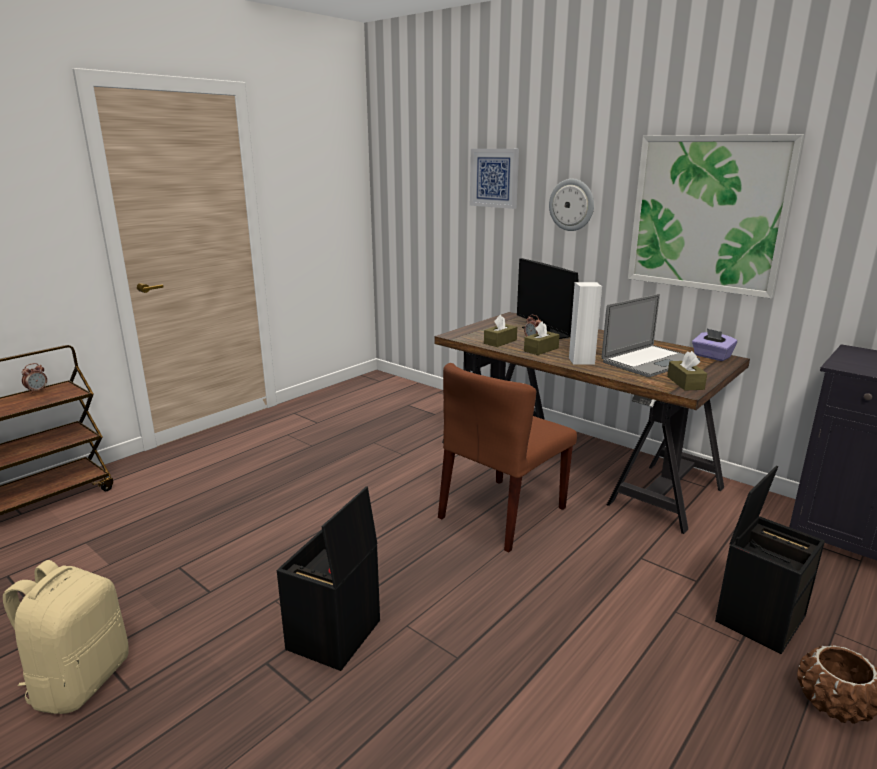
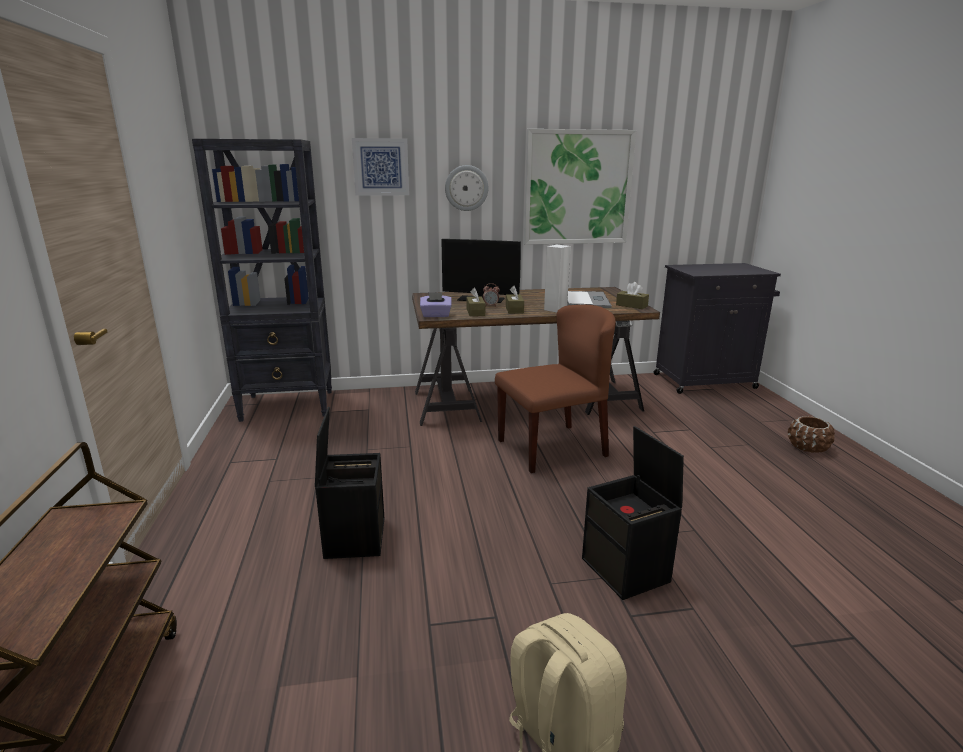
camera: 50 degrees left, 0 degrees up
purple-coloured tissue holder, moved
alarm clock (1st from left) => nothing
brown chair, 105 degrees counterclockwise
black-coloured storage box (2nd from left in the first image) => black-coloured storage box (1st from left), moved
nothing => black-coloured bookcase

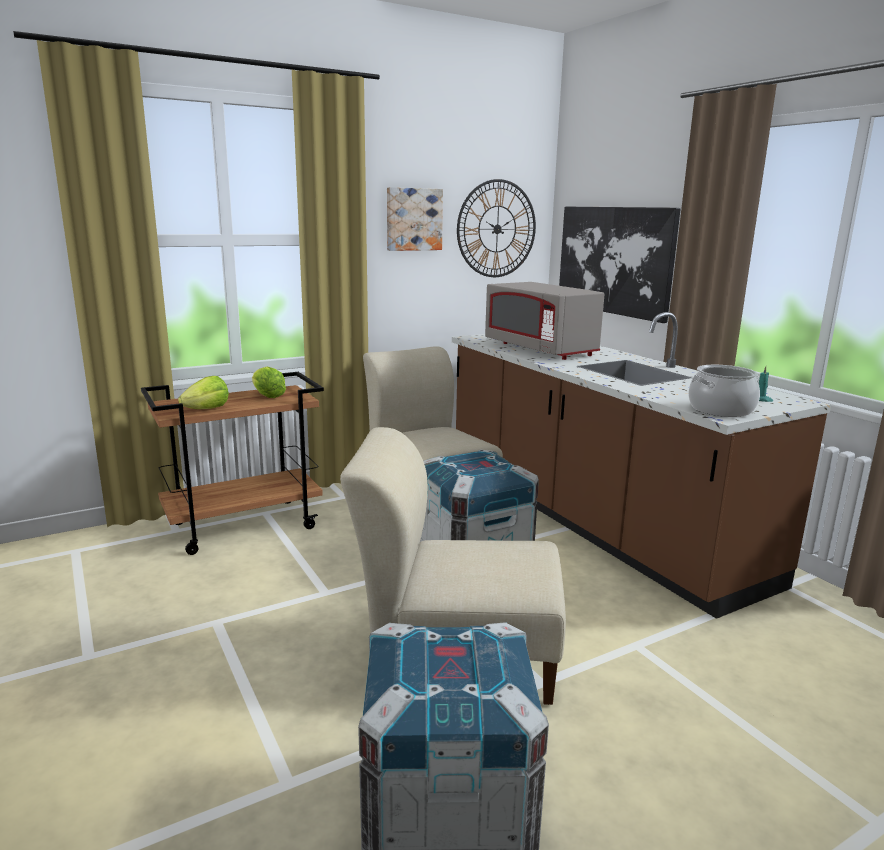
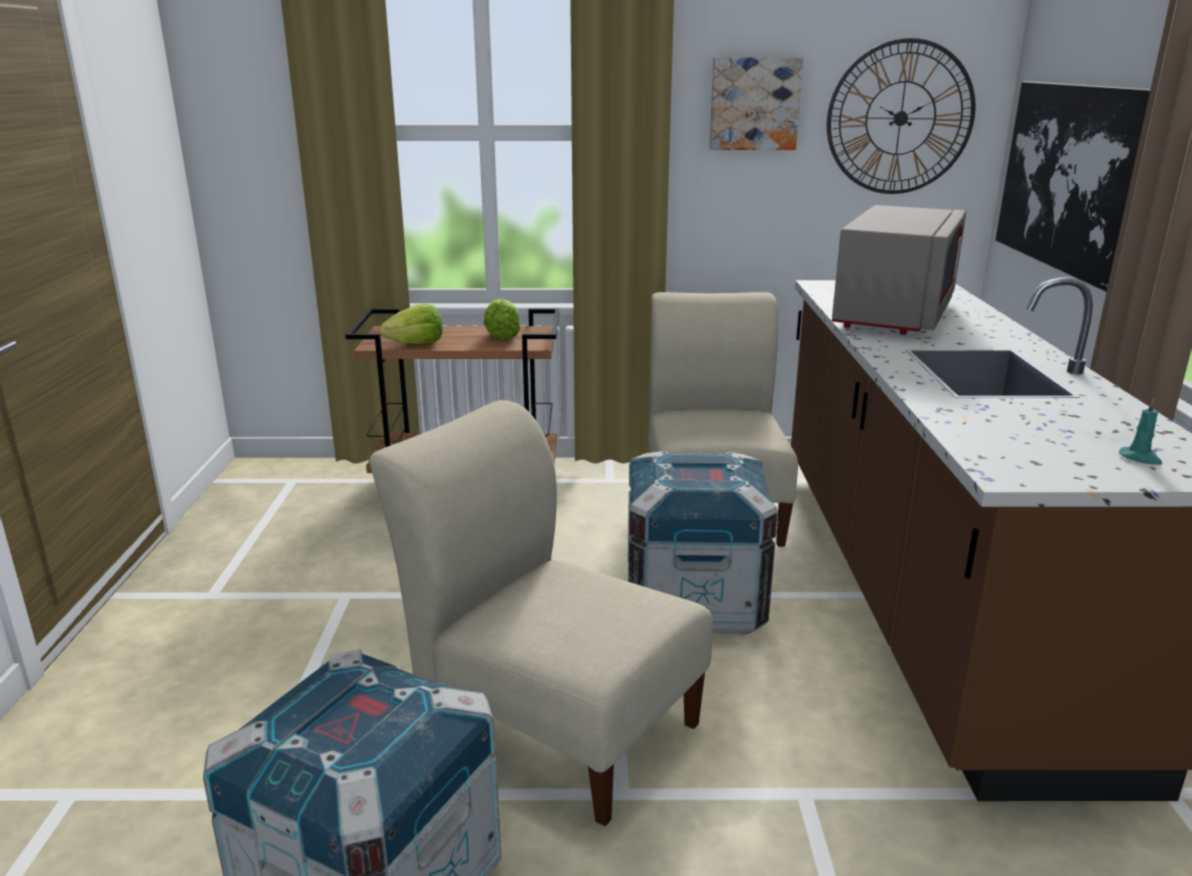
camera: 30 degrees right, 5 degrees up
grey microwave, 150 degrees counterclockwise
saucepot => nothing

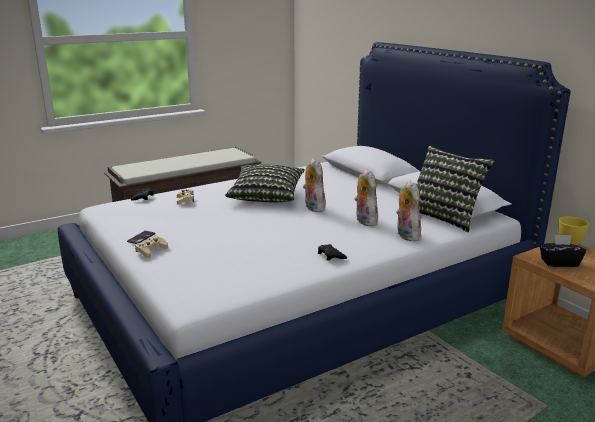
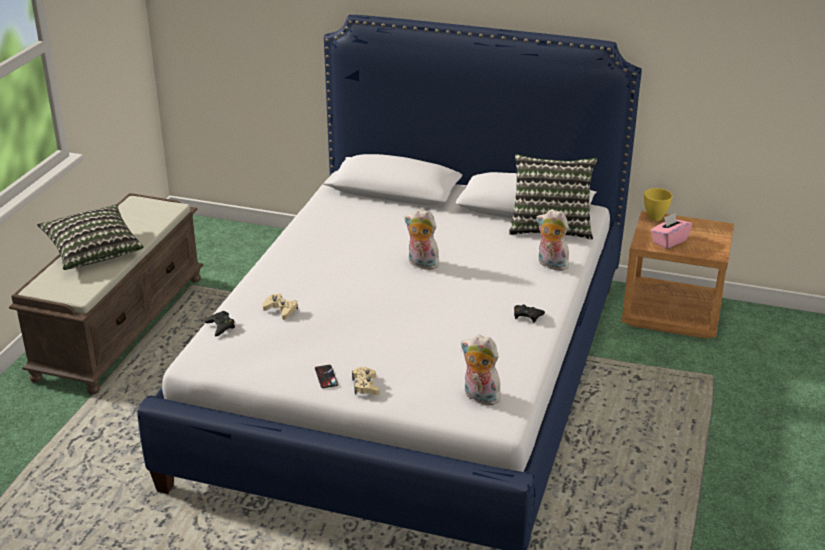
camera: 40 degrees left, 10 degrees up
pillow (1st from left), moved
soft toy (2nd from left), moved
black-coloured tissue holder => pinkish tissue holder

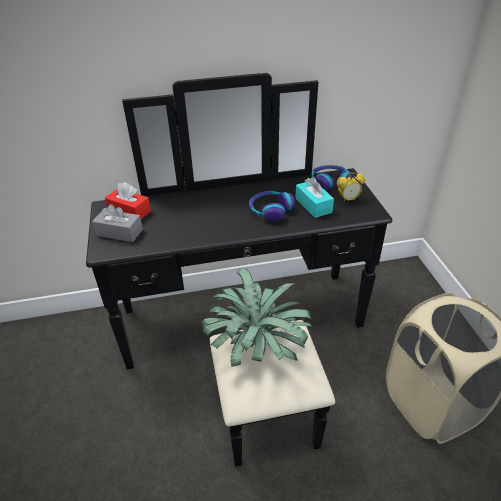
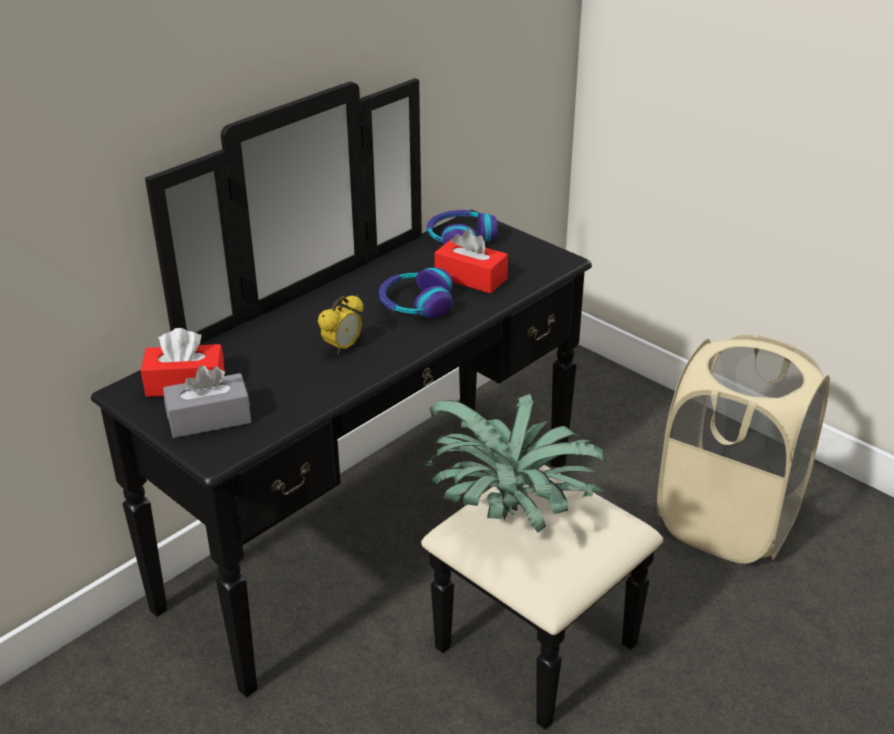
camera: 35 degrees left, 5 degrees down
alarm clock, moved
turquoise tissue holder => reddish tissue holder (2nd from left)

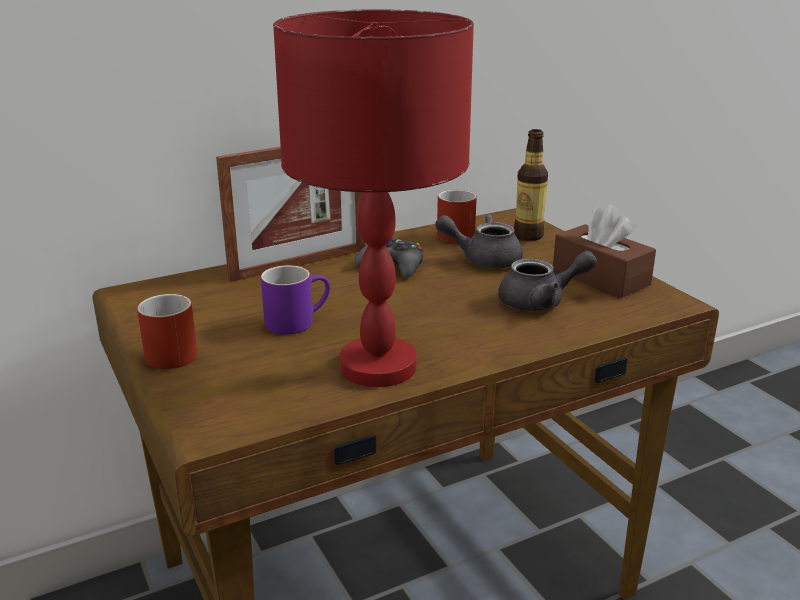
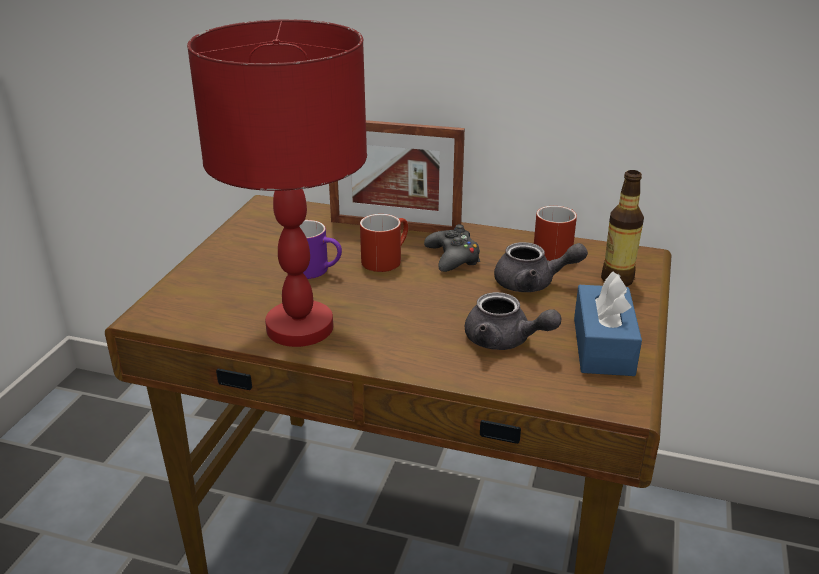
camera: 45 degrees right, 5 degrees up
brown tissue holder => blue-coloured tissue holder
grey teapot (1st from left in the first image) => grey teapot (2nd from left), 135 degrees clockwise
reddish coffee mug (1st from left), moved

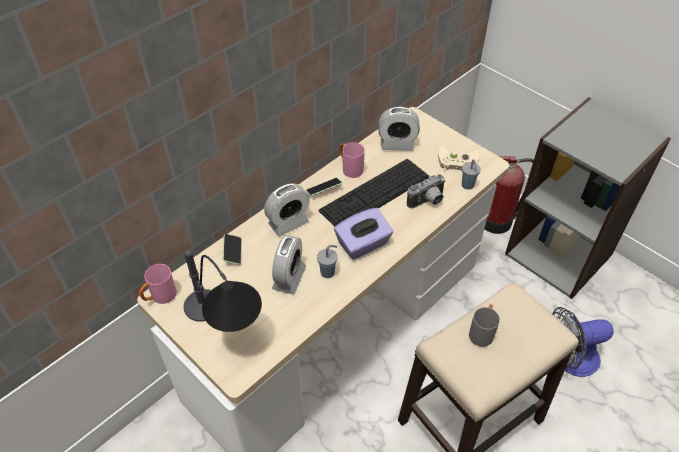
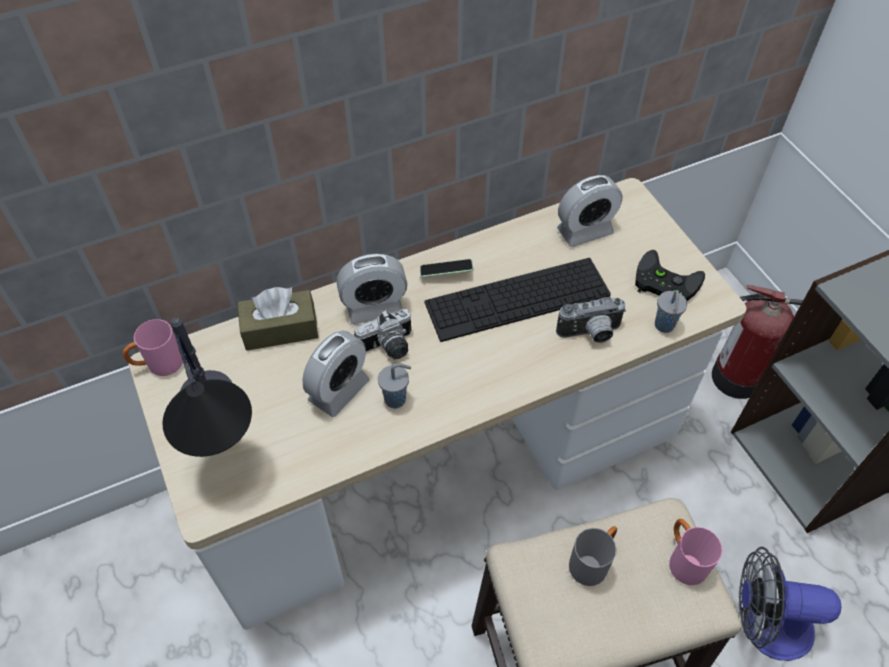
camera: 20 degrees right, 5 degrees up
alarm clock (3rd from left), 45 degrees counterclockwise
pinkish coffee mug (2nd from left), moved
sand-coloured gamepad => black-coloured gamepad
purple-coloured tissue holder => nothing
handset (1st from left) => brown tissue holder
nothing => still camera (1st from left)

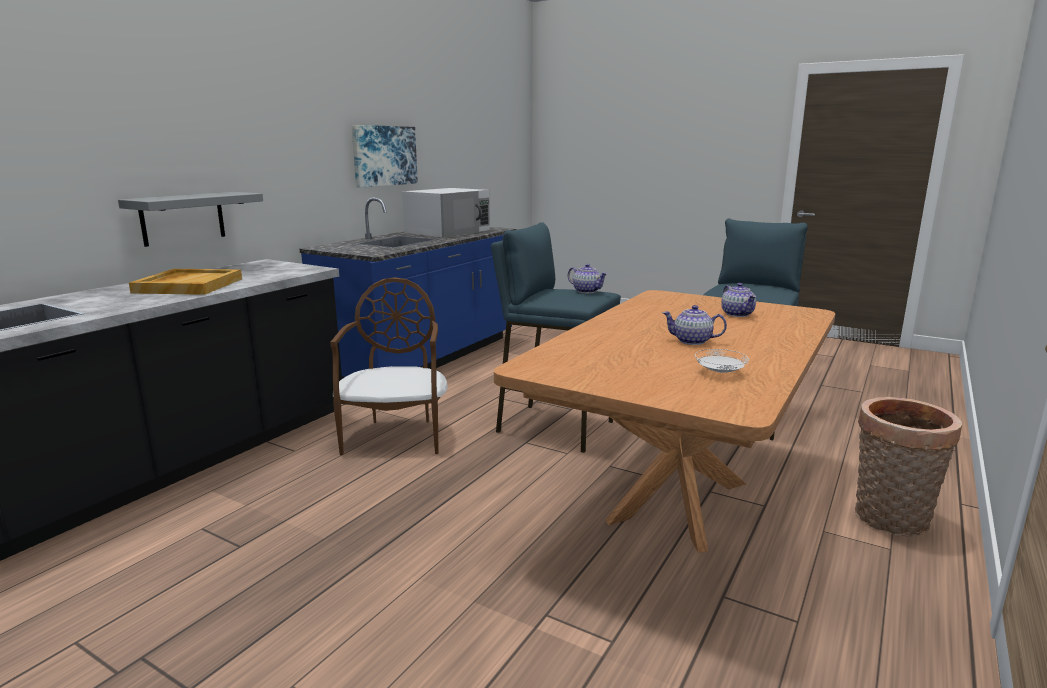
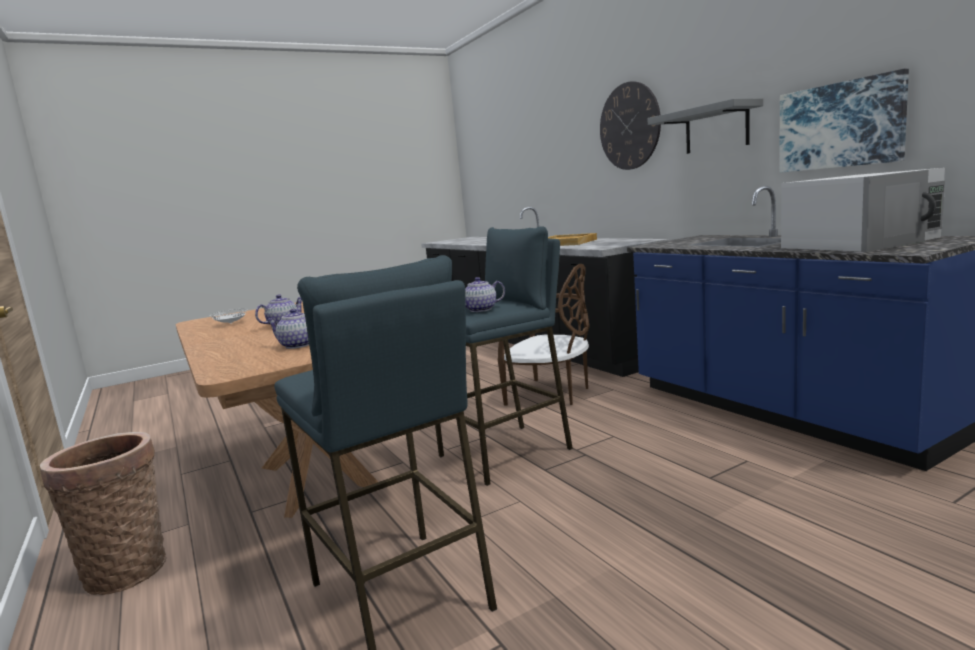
camera: 120 degrees right, 5 degrees down
white-coloured microwave, 90 degrees counterclockwise
grey bracket shelf, moved
nothing => clock on the wall

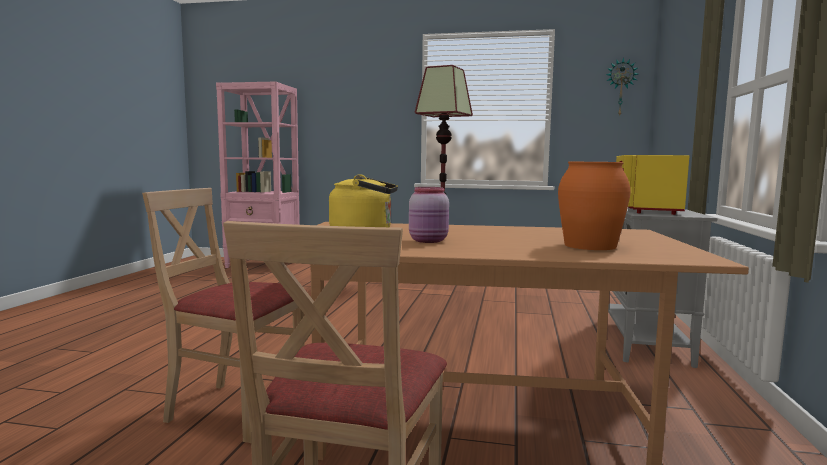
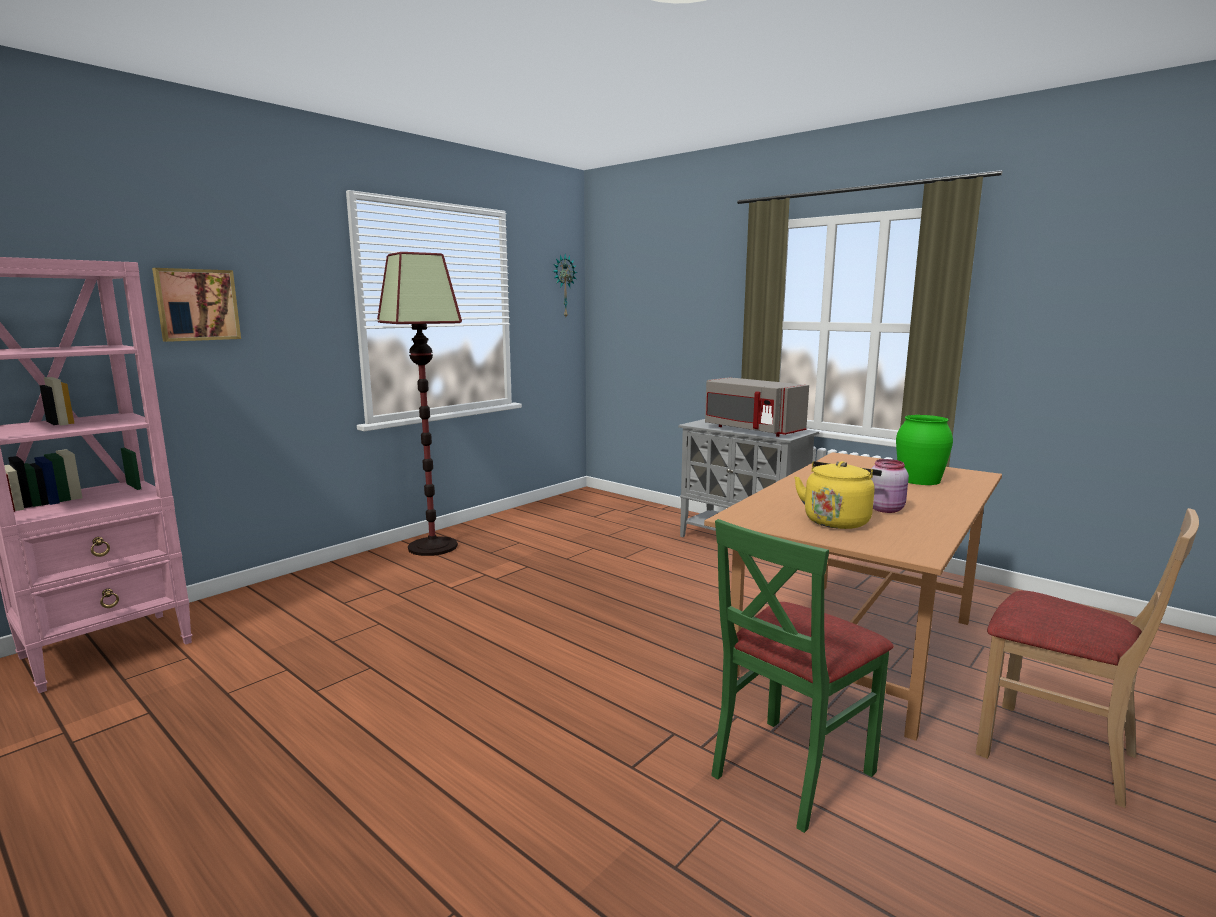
camera: 60 degrees left, 5 degrees up
yellowish microwave => grey microwave
orange-coloured decorative vase => green-coloured decorative vase
sand-coloured chair (1st from left) => green-coloured chair
nothing => wall picture

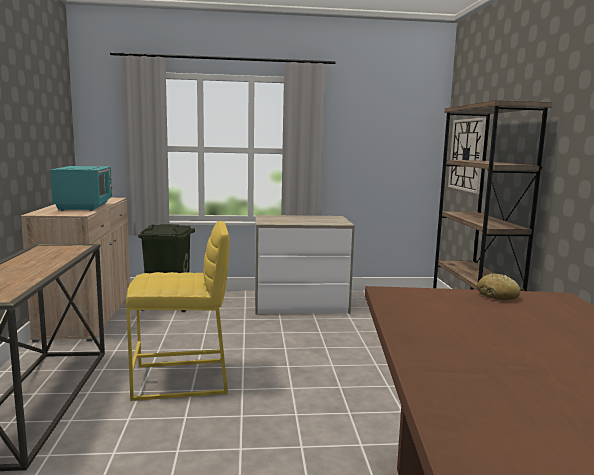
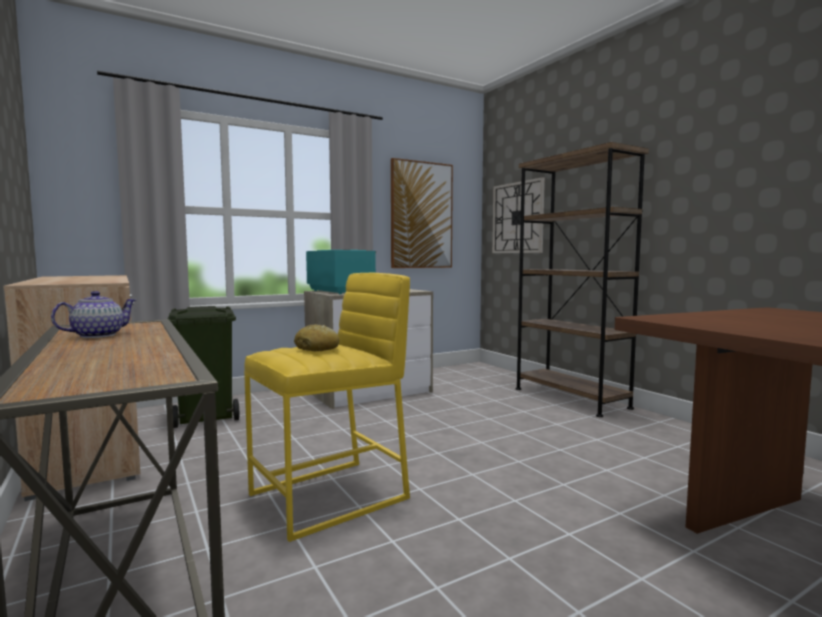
camera: 25 degrees left, 5 degrees down
turquoise microwave, moved
baked bread, moved
nothing => wall picture
nothing => teapot

